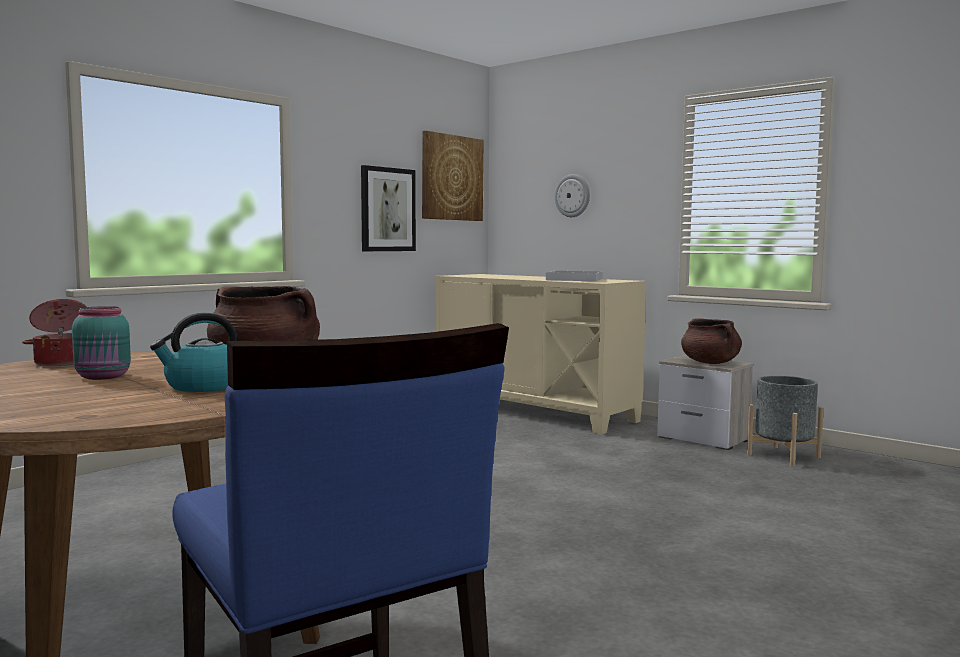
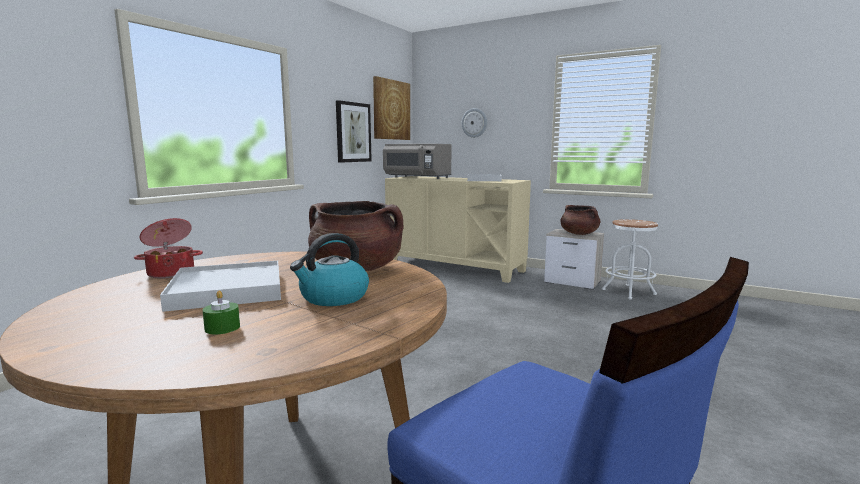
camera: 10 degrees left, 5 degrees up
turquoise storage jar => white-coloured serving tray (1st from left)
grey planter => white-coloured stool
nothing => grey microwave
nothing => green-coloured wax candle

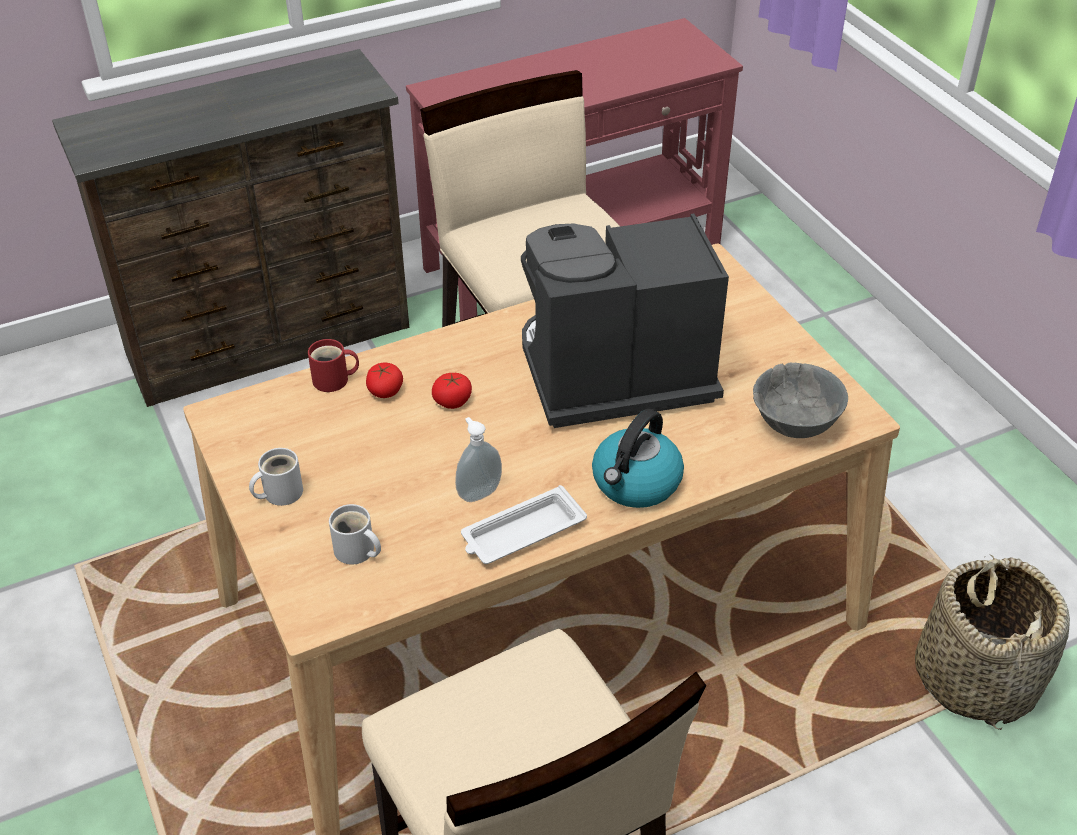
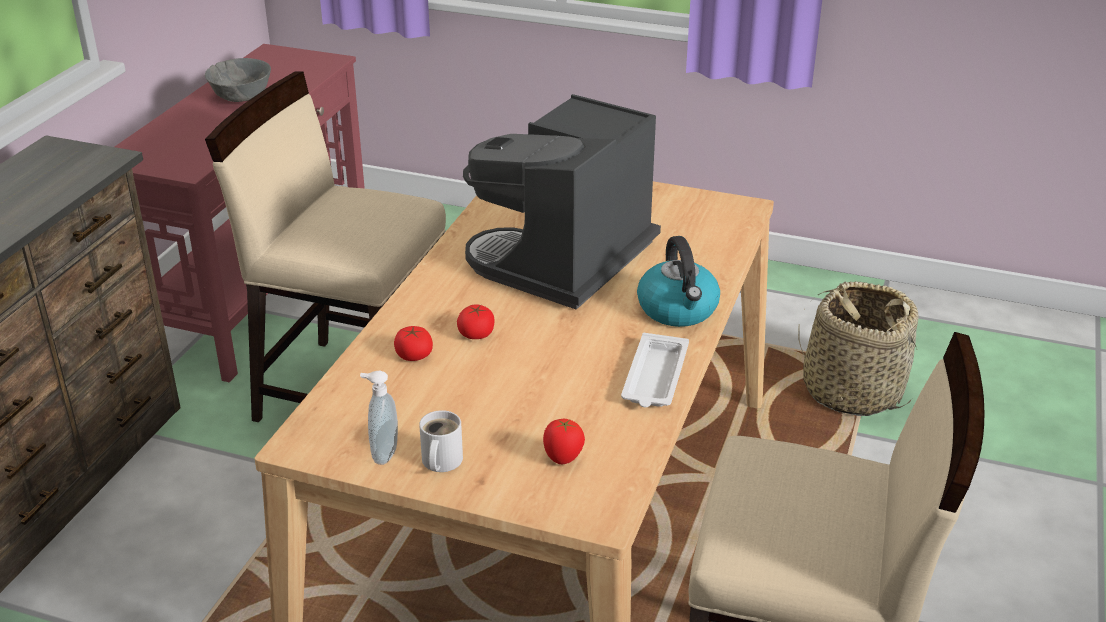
camera: 45 degrees left, 10 degrees down
reddish coffee mug => nothing
grey serving bowl, moved
liquid soap bottle, moved
white-coloured coffee mug (2nd from left) => fresh tomato (3rd from left)

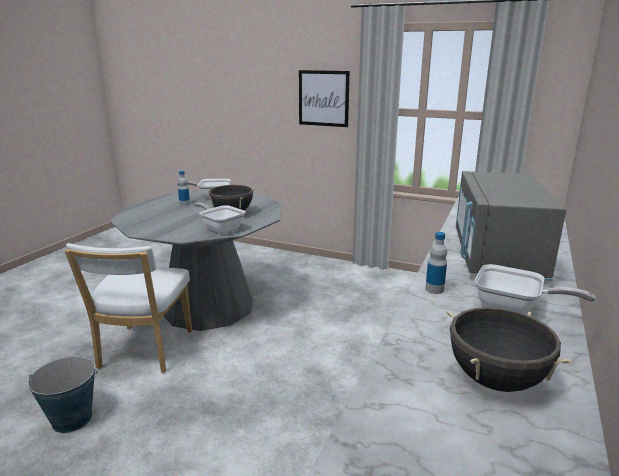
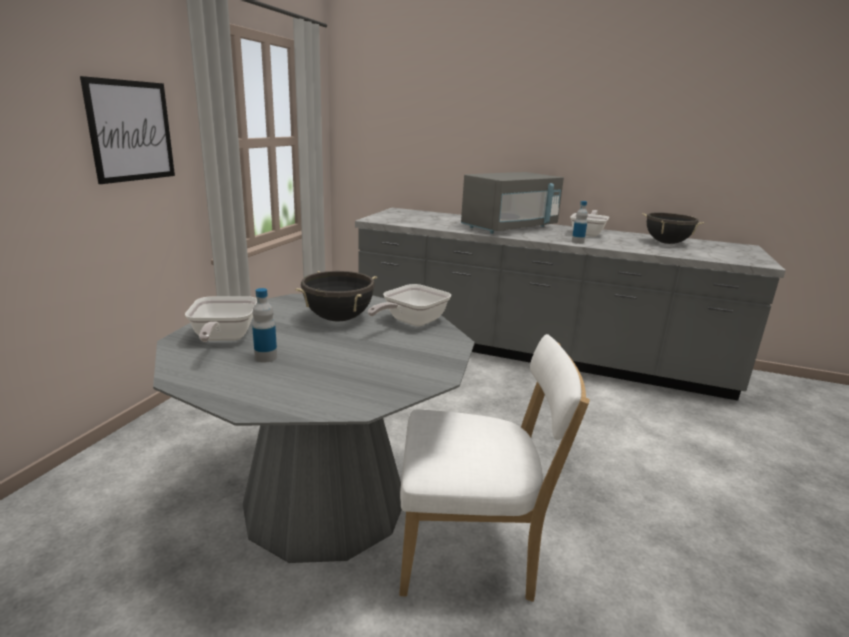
camera: 95 degrees left, 0 degrees up
grey microwave, 45 degrees counterclockwise
bucket => nothing

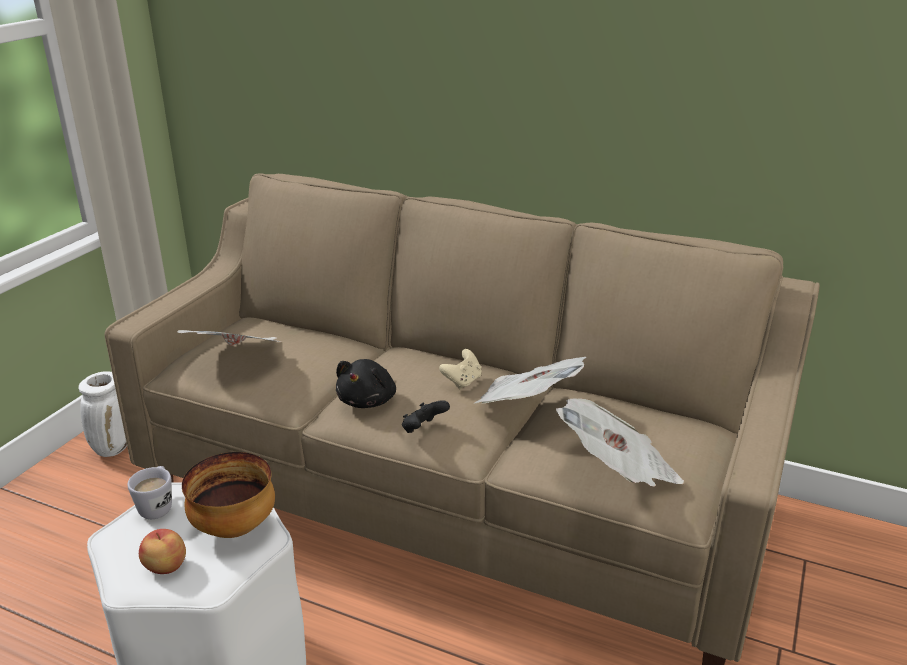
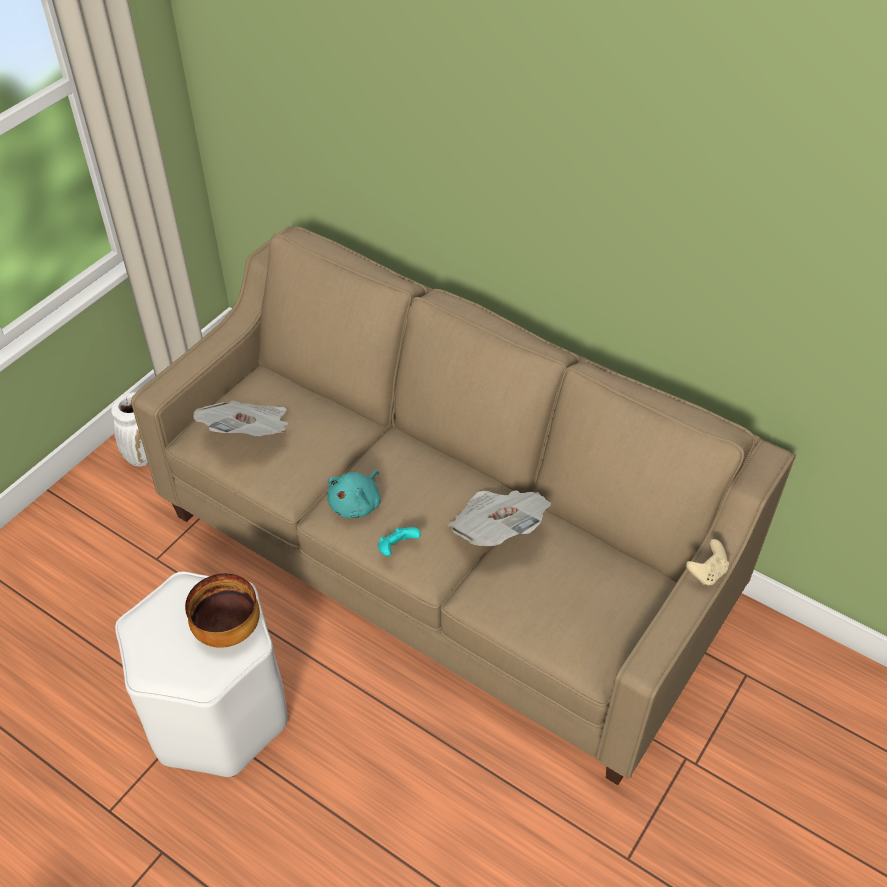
camera: 10 degrees right, 20 degrees up
sand-coloured gamepad, moved
black-coloured soft toy => turquoise soft toy
daily paper (3rd from left) => nothing
black-coloured gamepad => turquoise gamepad
white-coloured coffee mug => nothing
apple => nothing

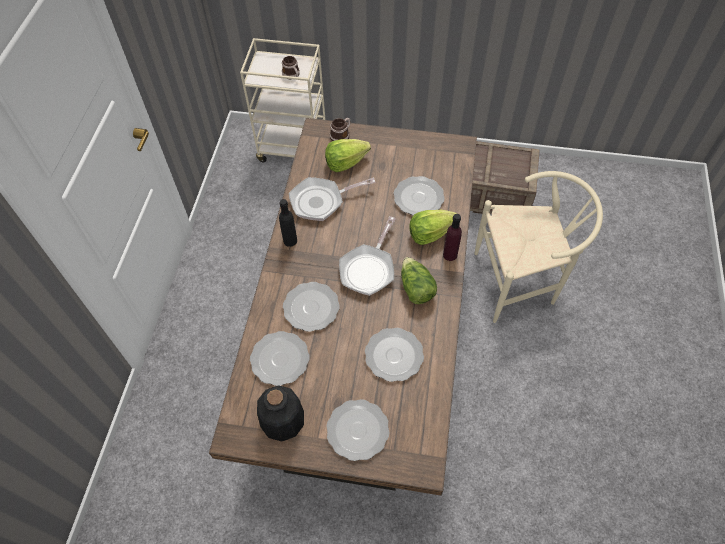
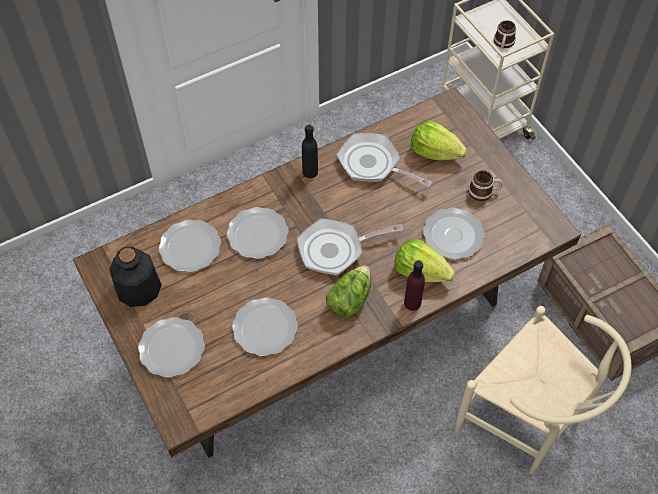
camera: 50 degrees right, 0 degrees up
coffee mug (2nd from left in the first image) => coffee mug (1st from left), moved

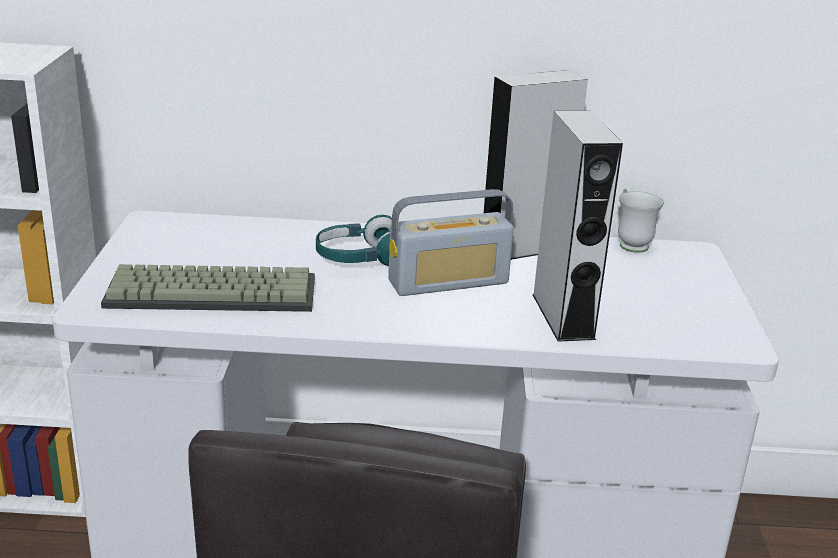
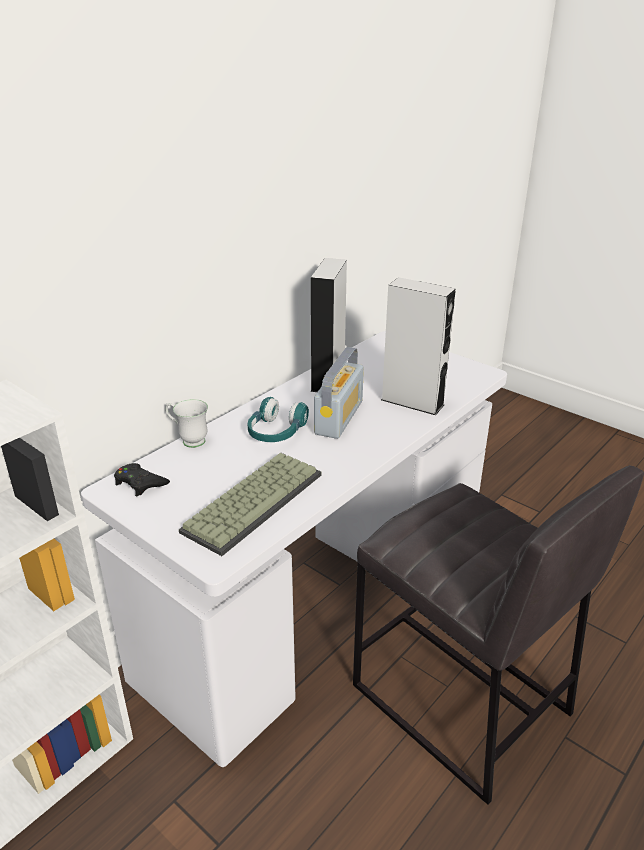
camera: 50 degrees left, 5 degrees up
white-coloured coffee mug, moved
nothing => black-coloured gamepad

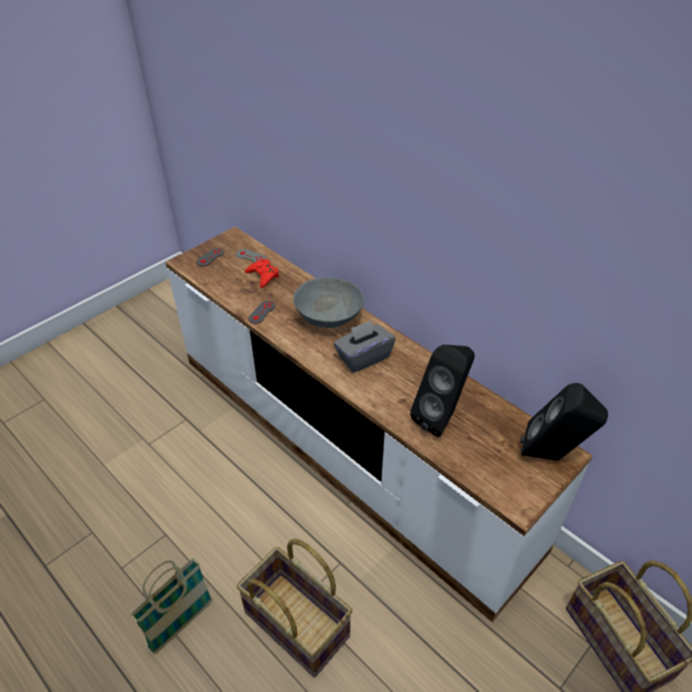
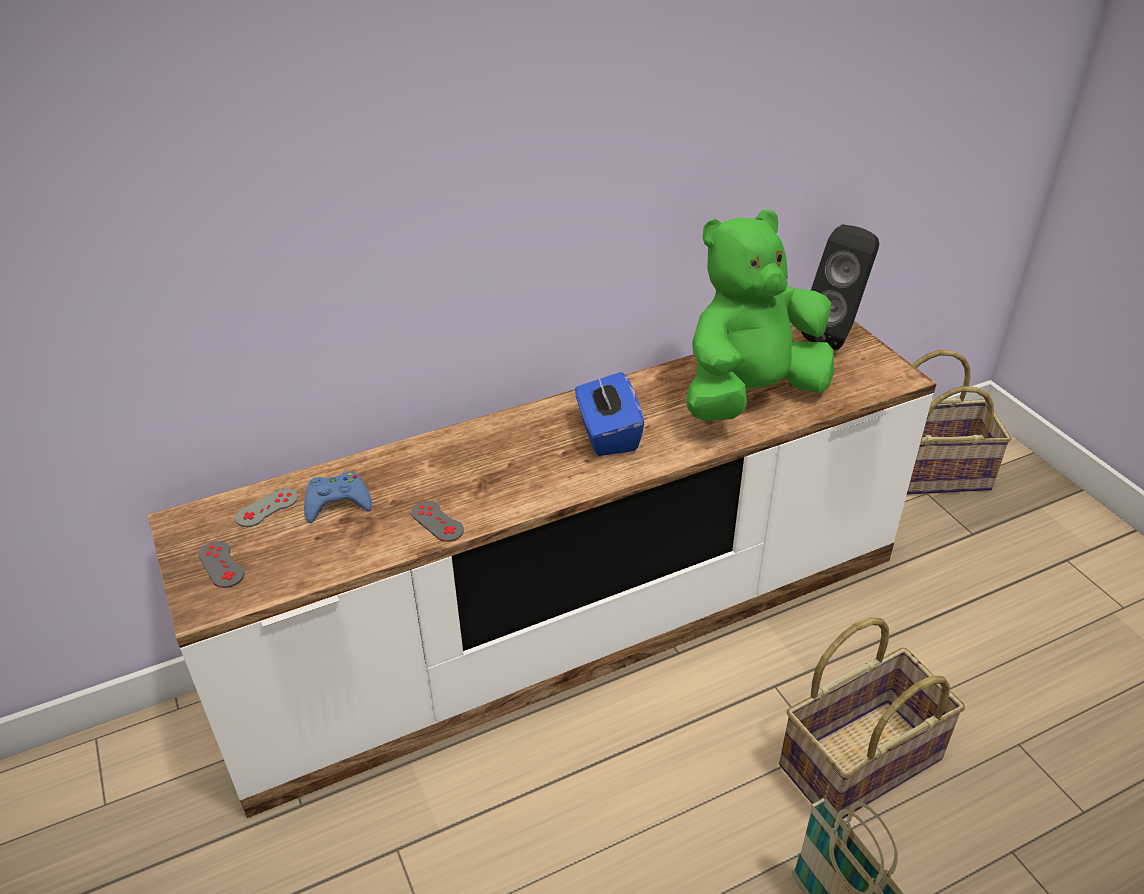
camera: 70 degrees left, 5 degrees down
reddish gamepad => blue-coloured gamepad
grey serving bowl => nothing
grey tissue holder => blue-coloured tissue holder
black-coloured speaker (1st from left) => green-coloured soft toy

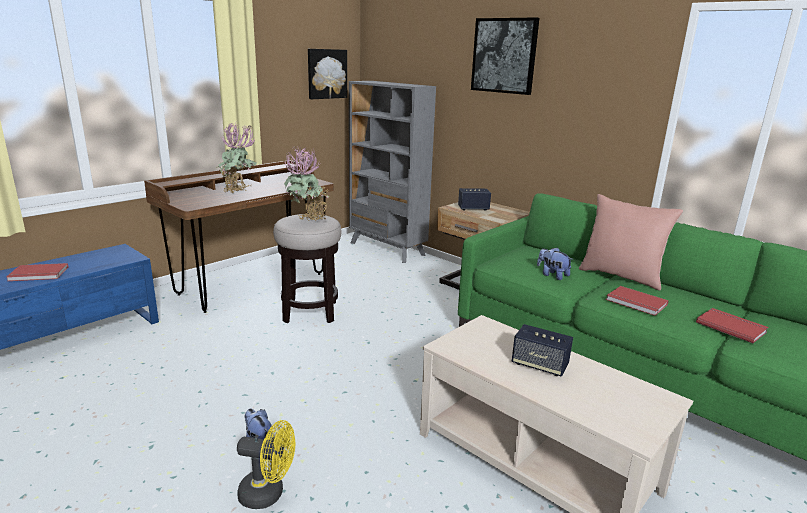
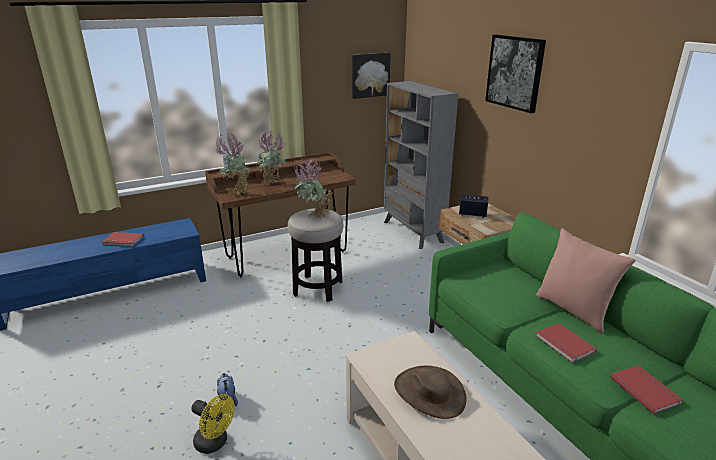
camera: 20 degrees right, 5 degrees up
soft toy (2nd from left) => nothing
speaker (2nd from left) => brown wearable hat
nothing => houseplant (1st from left)

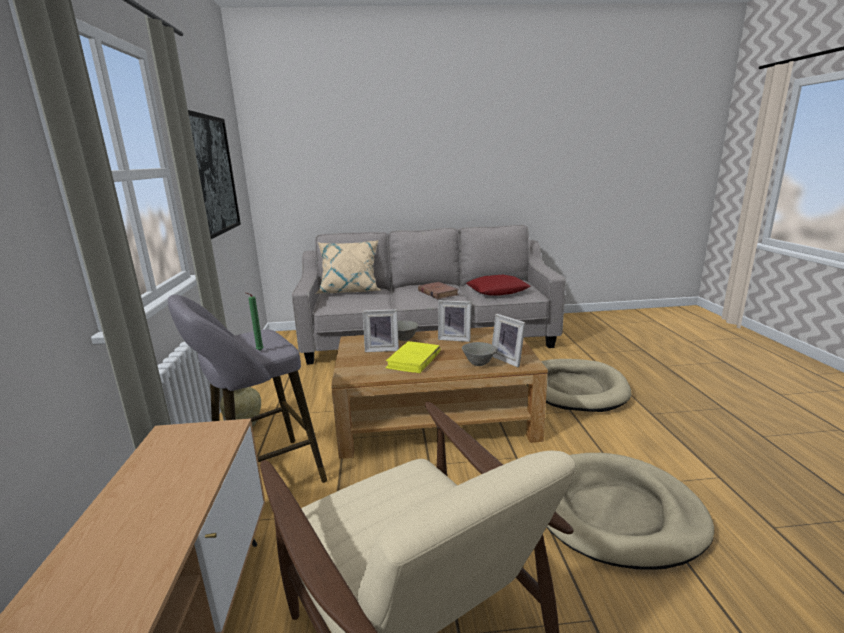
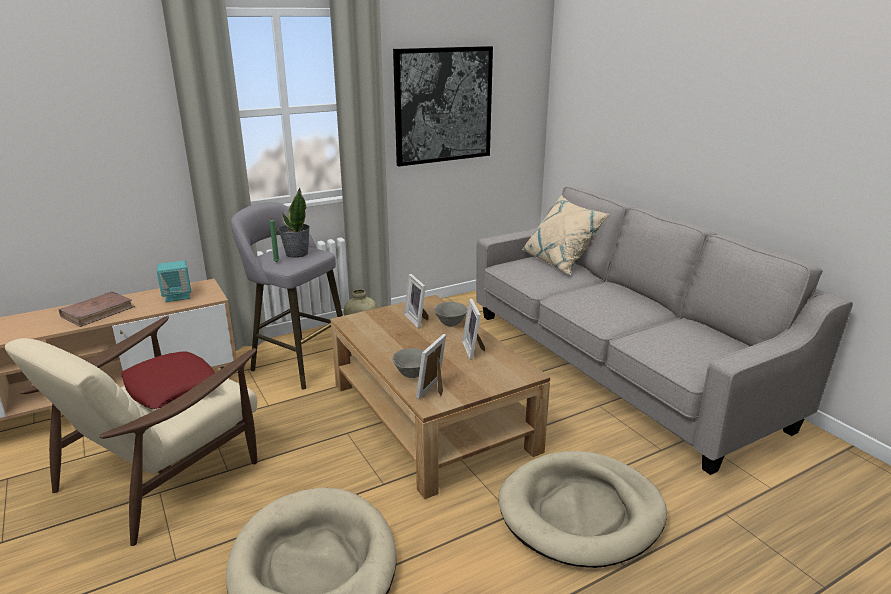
camera: 65 degrees right, 5 degrees up
reddish pillow, moved
brown bound book, moved
yellowish bound book => nothing
nothing => houseplant
nothing => turquoise speaker

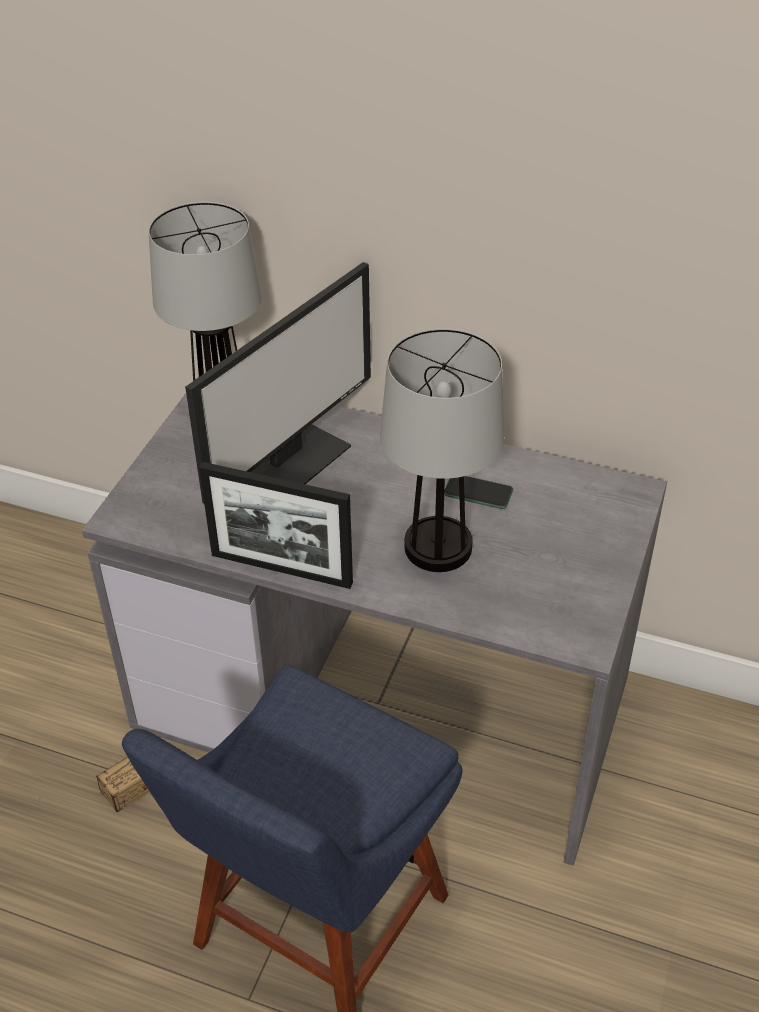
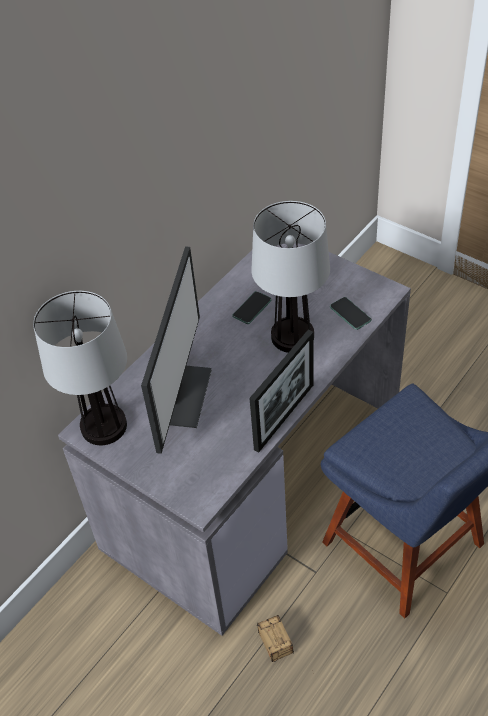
camera: 70 degrees left, 5 degrees up
monitor, 45 degrees clockwise
nothing => handset (2nd from left)

